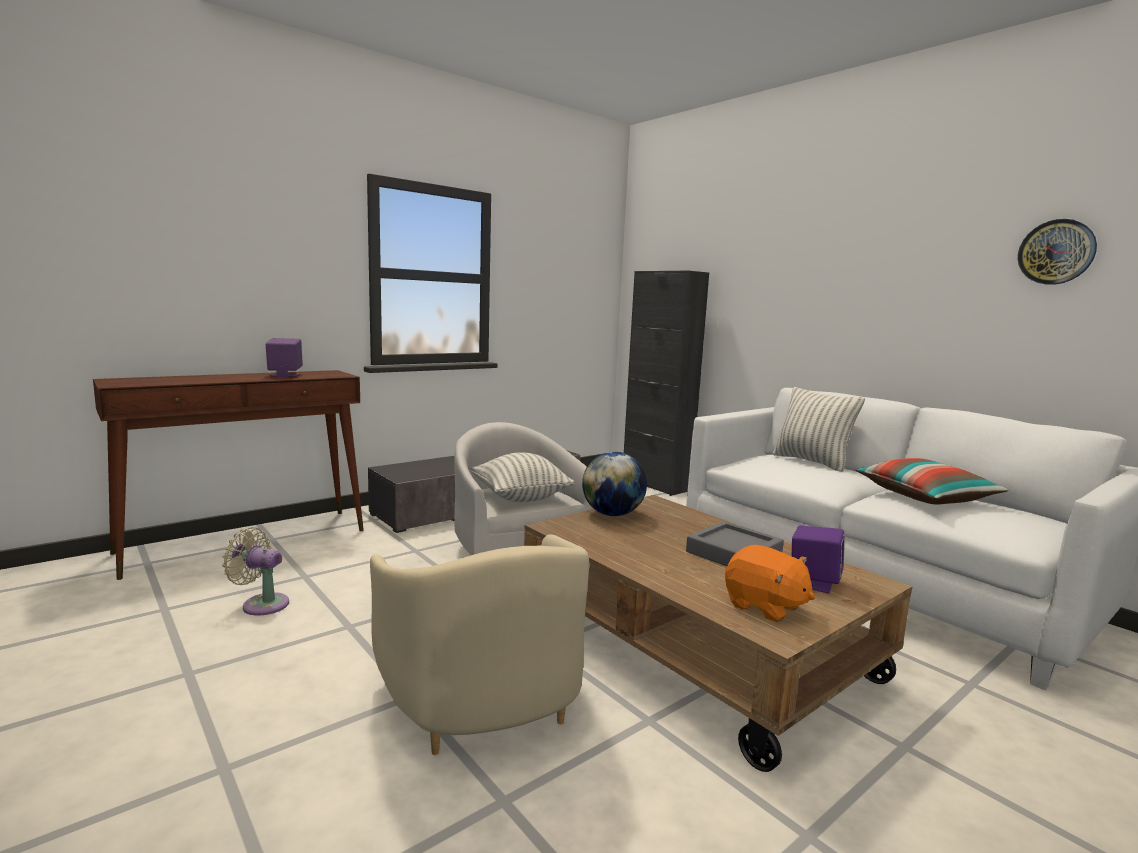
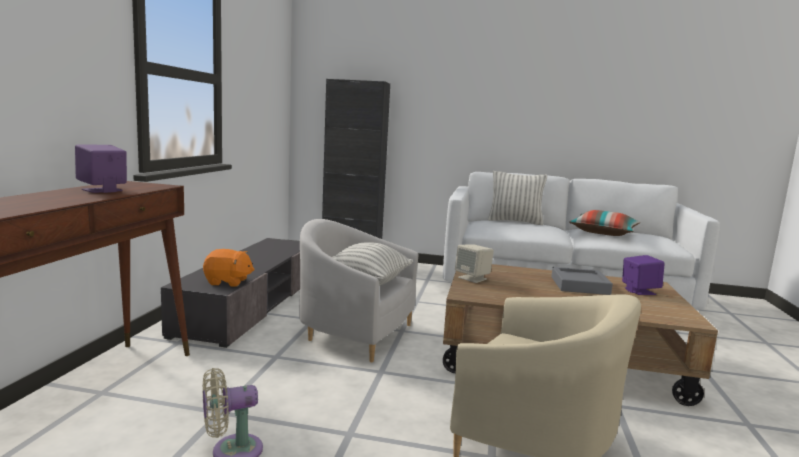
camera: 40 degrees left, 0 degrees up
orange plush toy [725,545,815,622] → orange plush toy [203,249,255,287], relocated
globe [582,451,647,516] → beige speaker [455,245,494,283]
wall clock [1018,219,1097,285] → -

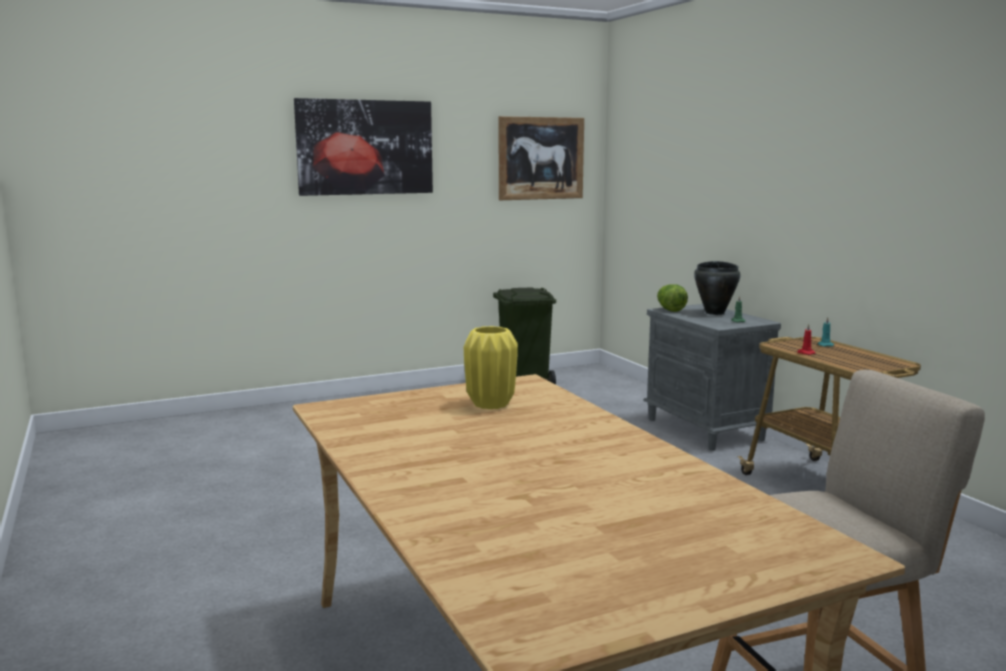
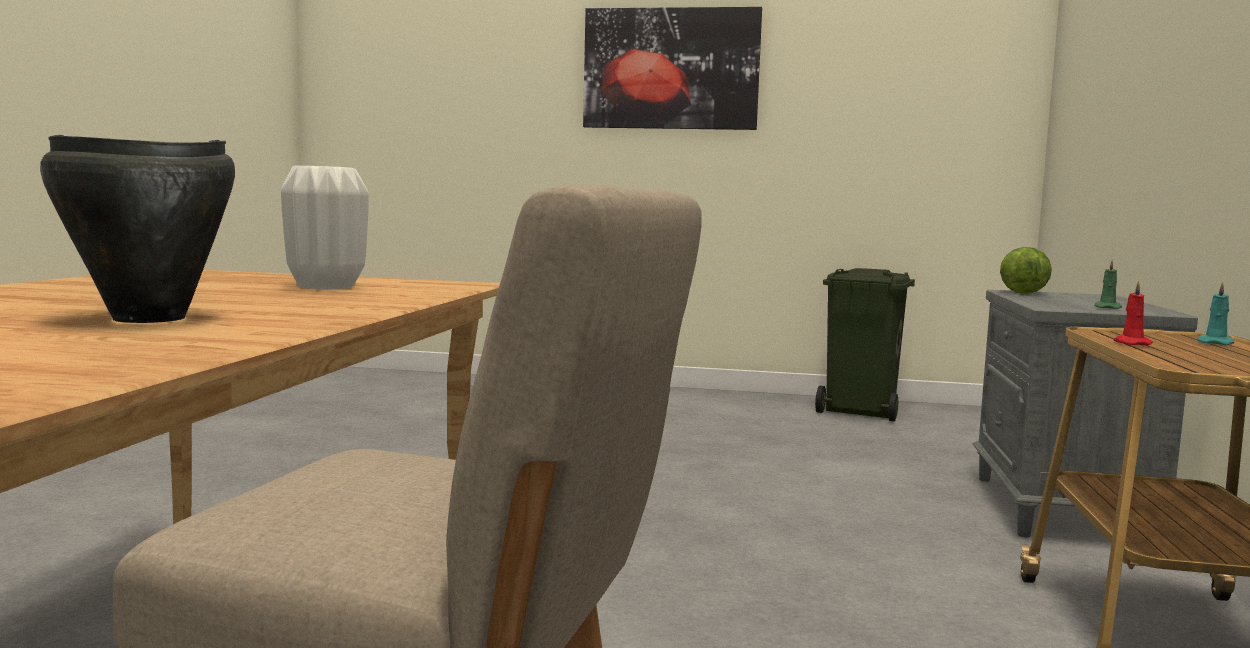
camera: 35 degrees right, 5 degrees down
black cooking pot [694,261,741,315] → black cooking pot [40,135,235,323], relocated
yellow vase [464,326,518,409] → white vase [281,166,369,289]
picture [499,116,584,200] → -

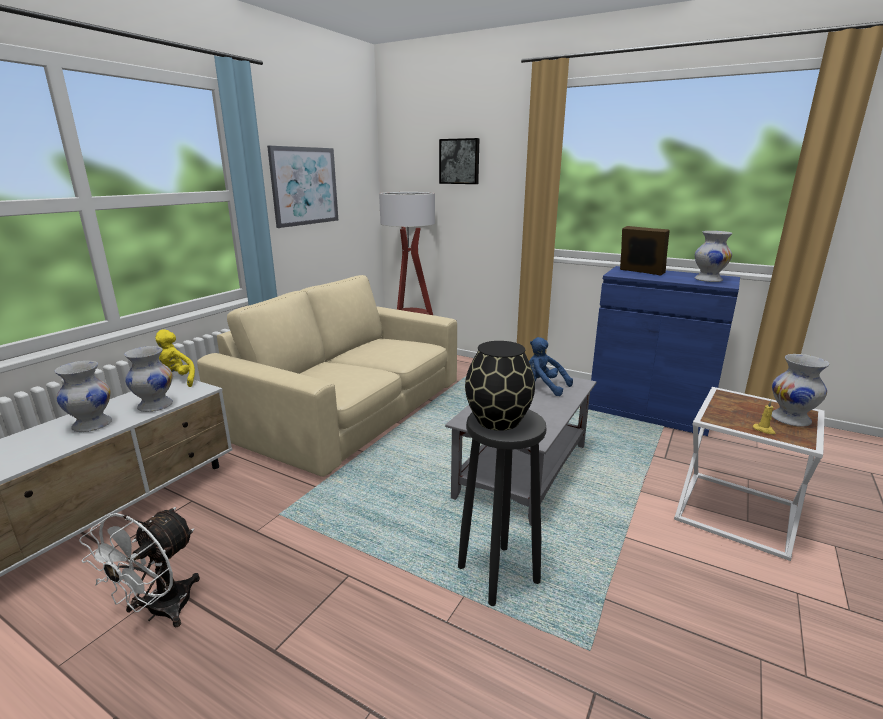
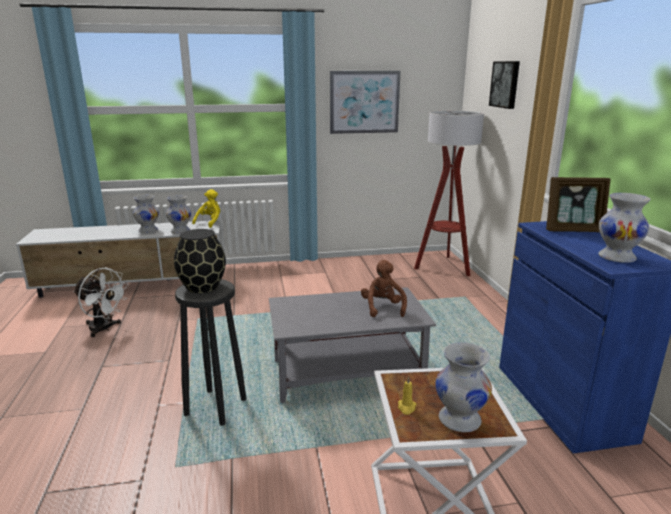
camera: 50 degrees right, 0 degrees up
white fan [79,507,200,628] → white fan [73,268,129,337], 135 degrees counterclockwise
blue plush toy [529,337,573,396] → brown plush toy [361,260,407,317]
picture frame [620,226,670,275] → picture frame [546,177,611,232], 90 degrees clockwise
beige sofa [197,275,457,477] → -

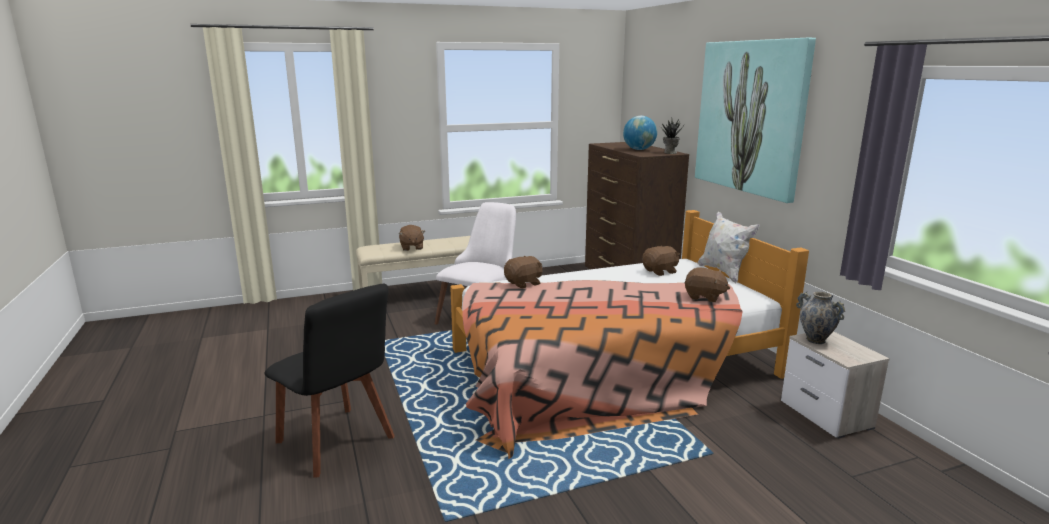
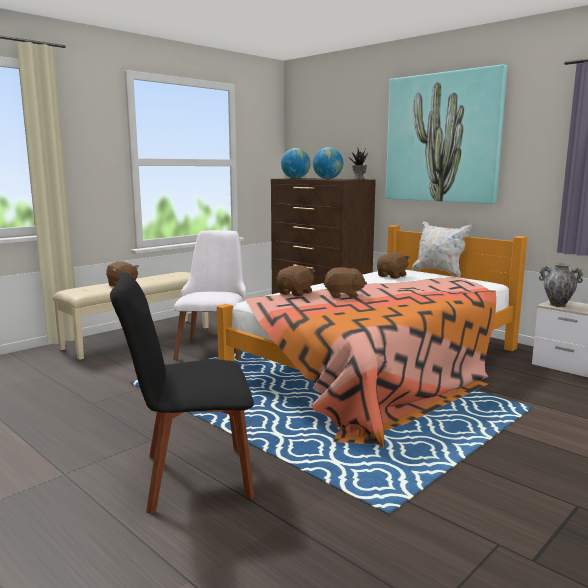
camera: 25 degrees left, 5 degrees down
black chair [265,284,395,478] → black chair [110,272,254,515], 150 degrees clockwise
- → globe [281,148,310,179]
brown plush toy [684,268,730,302] → brown plush toy [324,267,367,298], relocated

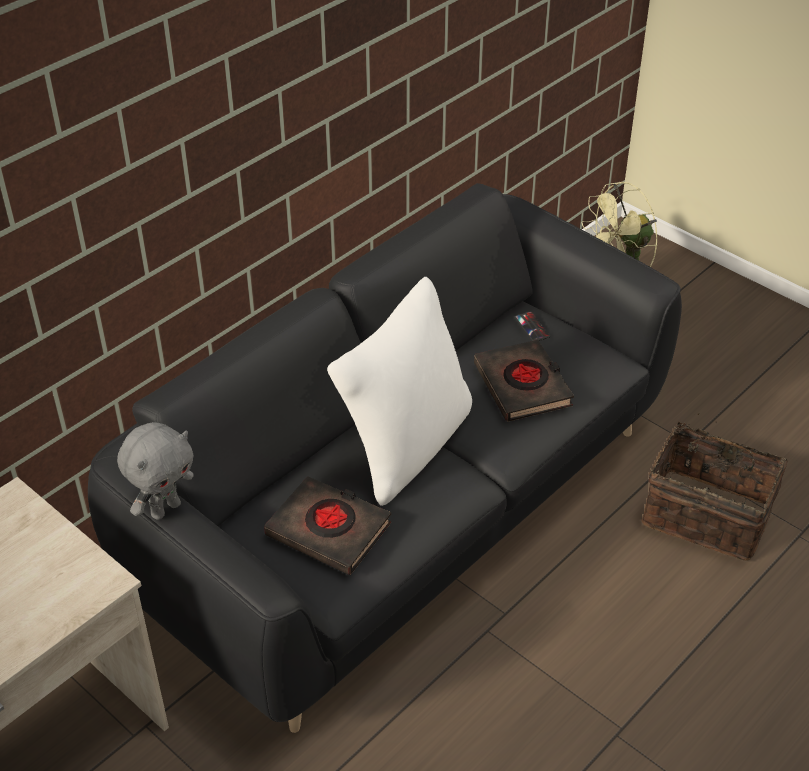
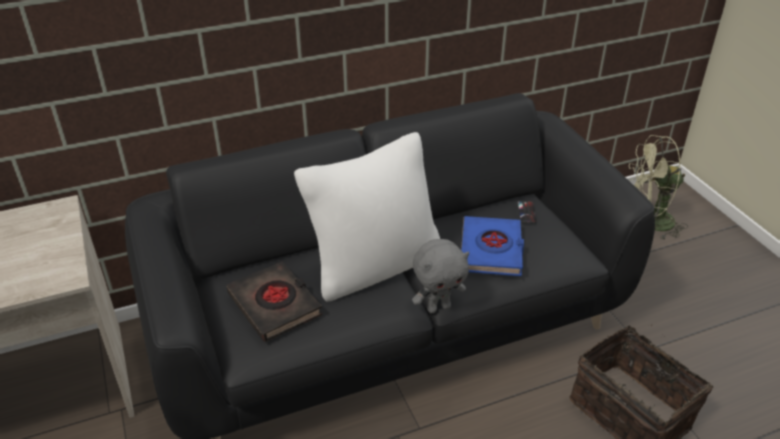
camera: 25 degrees right, 5 degrees down
grey plush toy [117,422,194,520] → grey plush toy [412,239,469,313], relocated
black book [474,340,574,422] → blue book [461,216,524,276]

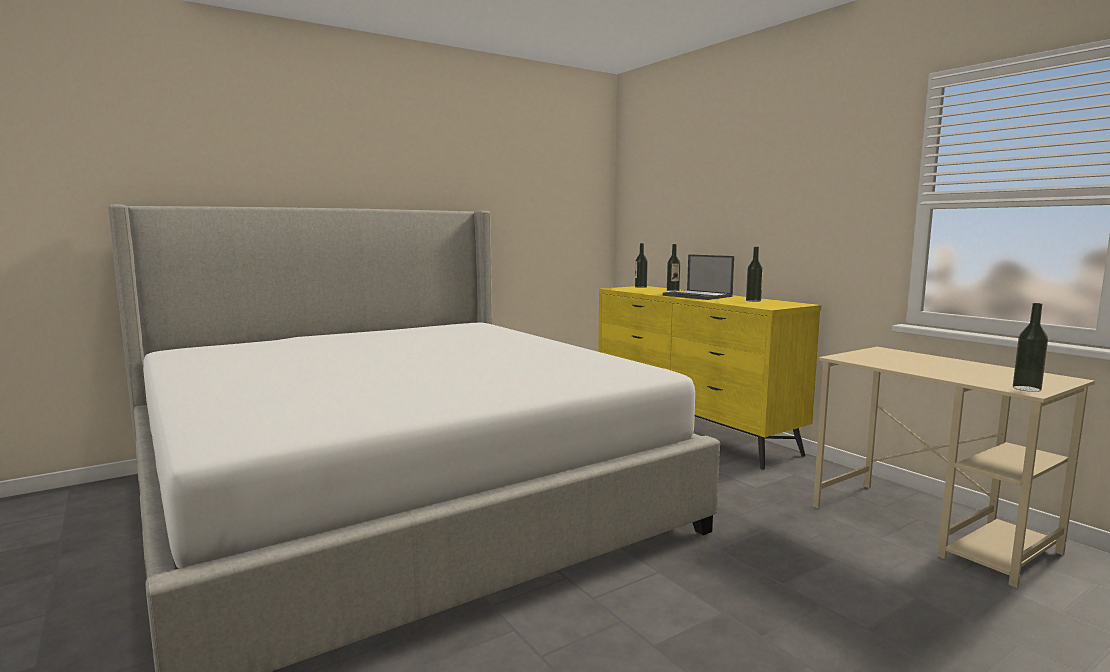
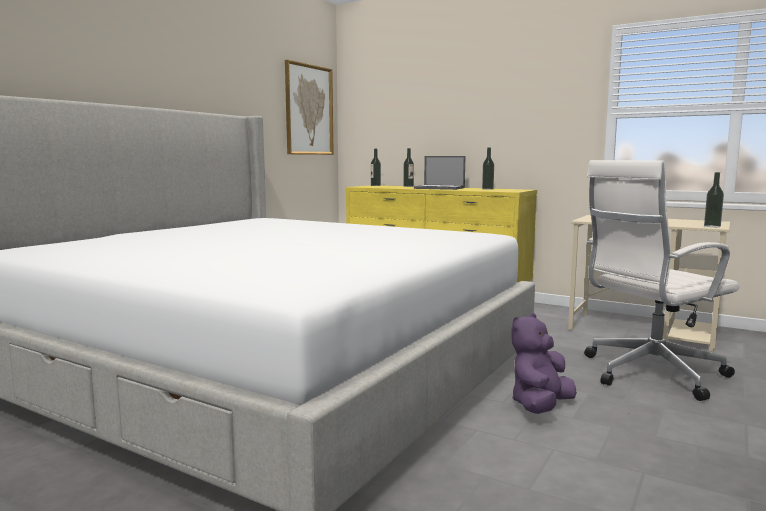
camera: 25 degrees left, 0 degrees up
- → picture [285,60,334,155]
- → purple plush toy [511,313,577,414]
- → white office chair [584,160,739,401]

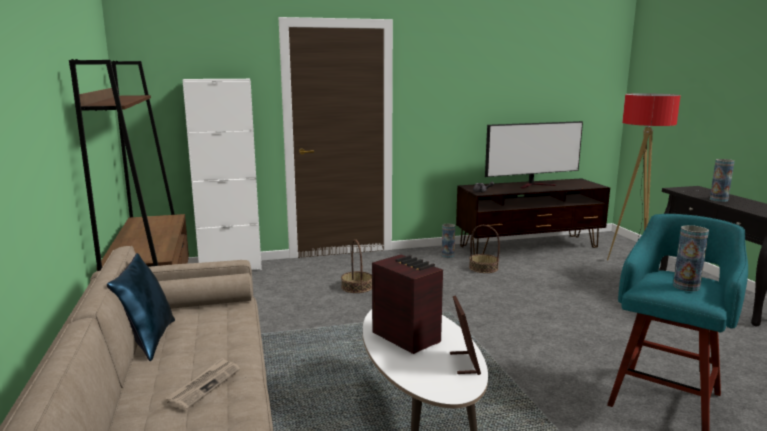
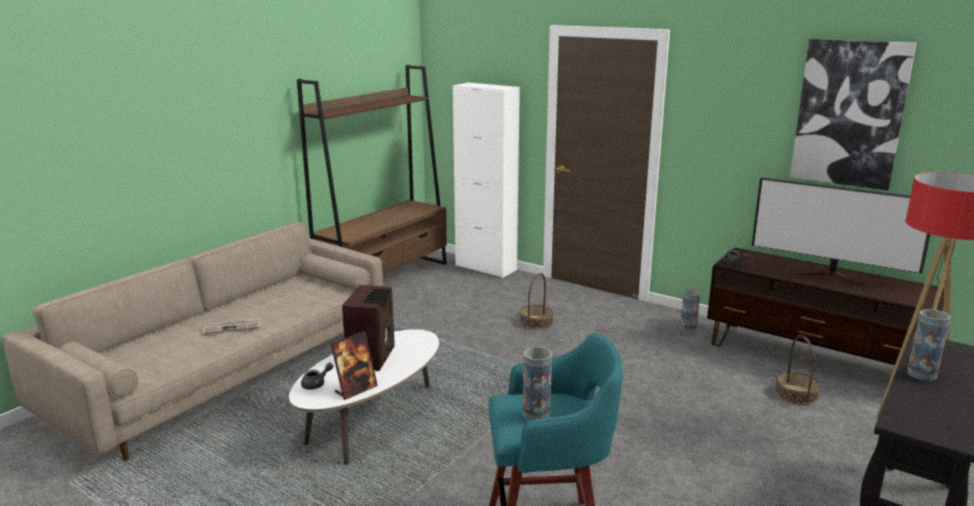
camera: 50 degrees right, 5 degrees up
- → grey teapot [301,362,333,390]
basket [469,225,500,273] → basket [775,335,821,405], relocated
- → picture [790,39,916,191]
blue pillow [107,253,175,361] → -

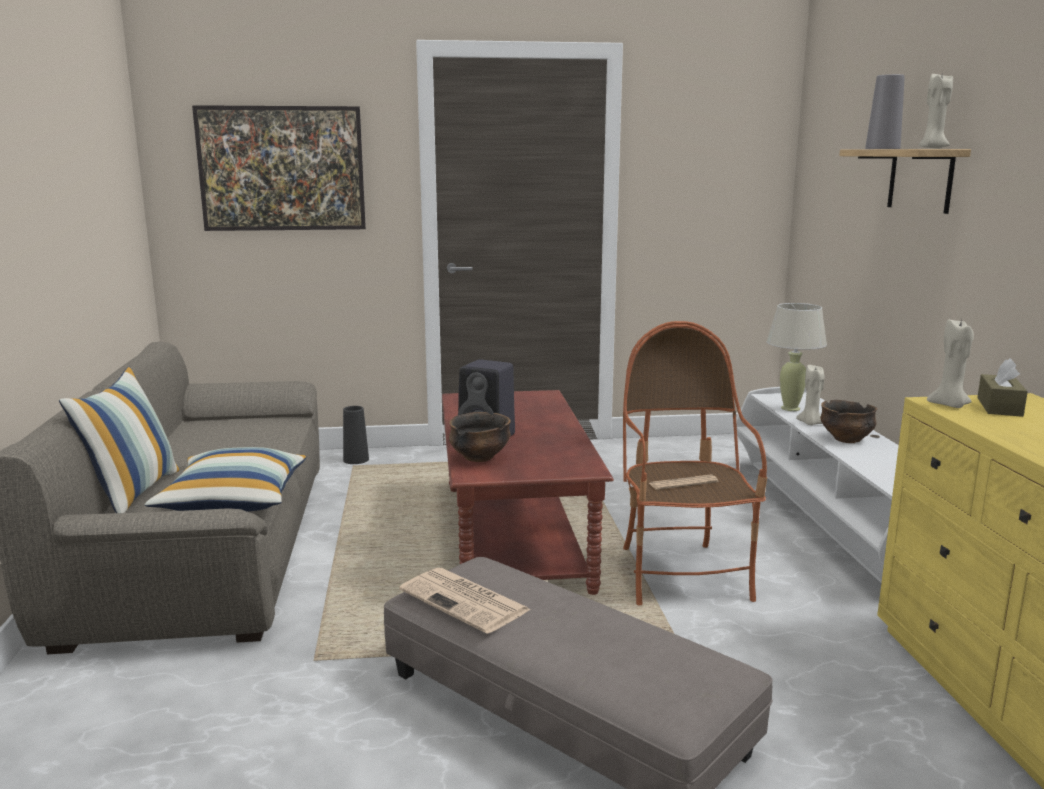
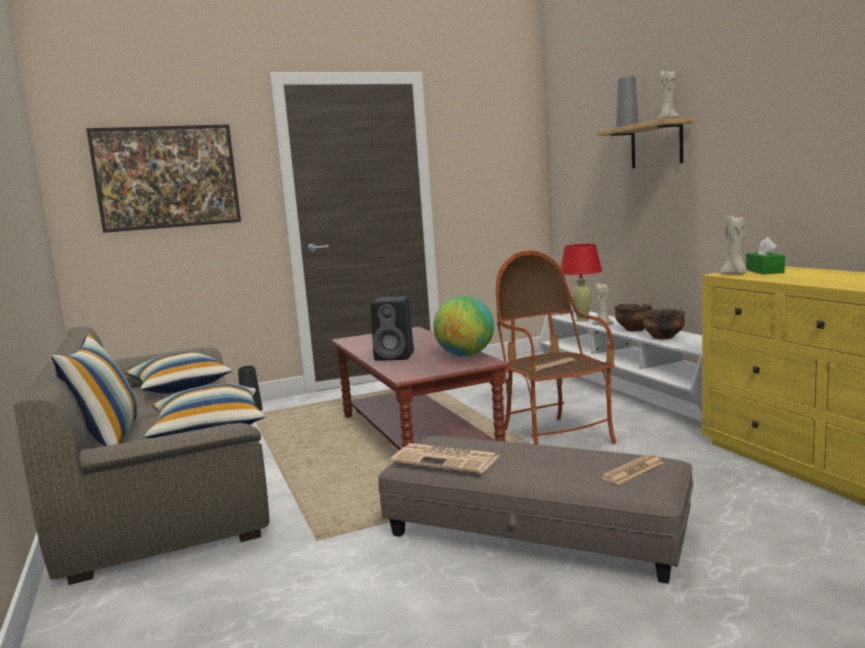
camera: 15 degrees left, 5 degrees down
- → pillow [125,351,232,393]
- → globe [433,296,494,356]
beige table lamp [766,303,827,411] → red table lamp [561,244,602,321]
- → newspaper [601,454,663,485]
bowl [449,412,511,462] → bowl [643,309,685,339], relocated
brown tissue box [977,358,1028,417] → green tissue box [746,237,785,274]

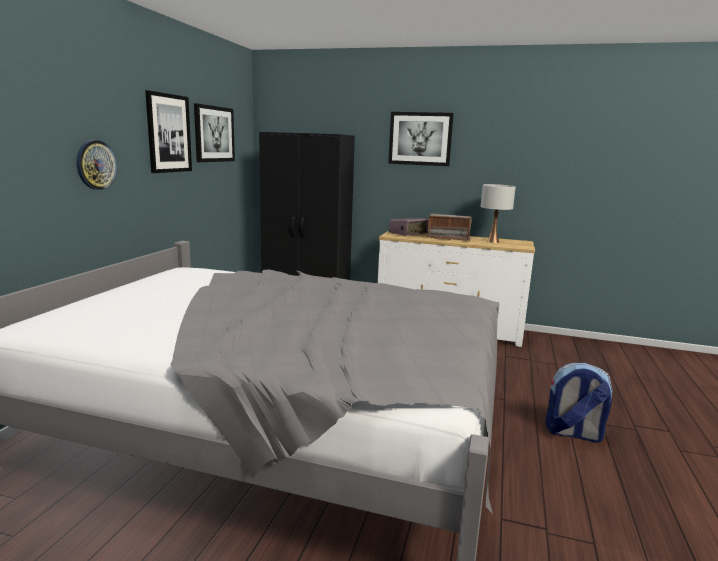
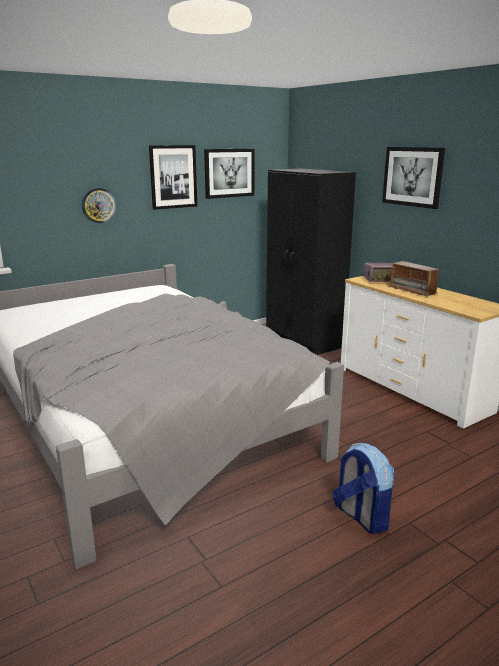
camera: 40 degrees right, 5 degrees up
white table lamp [481,184,516,243] → -

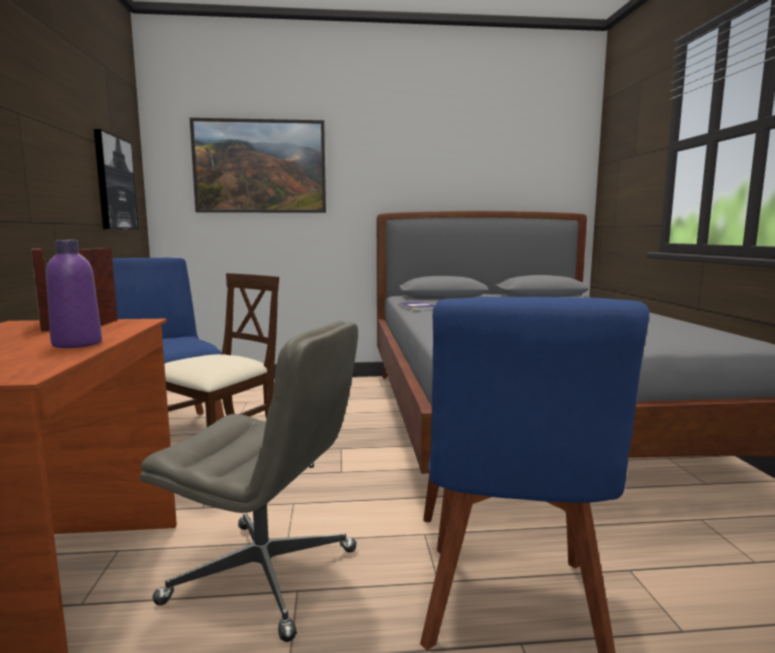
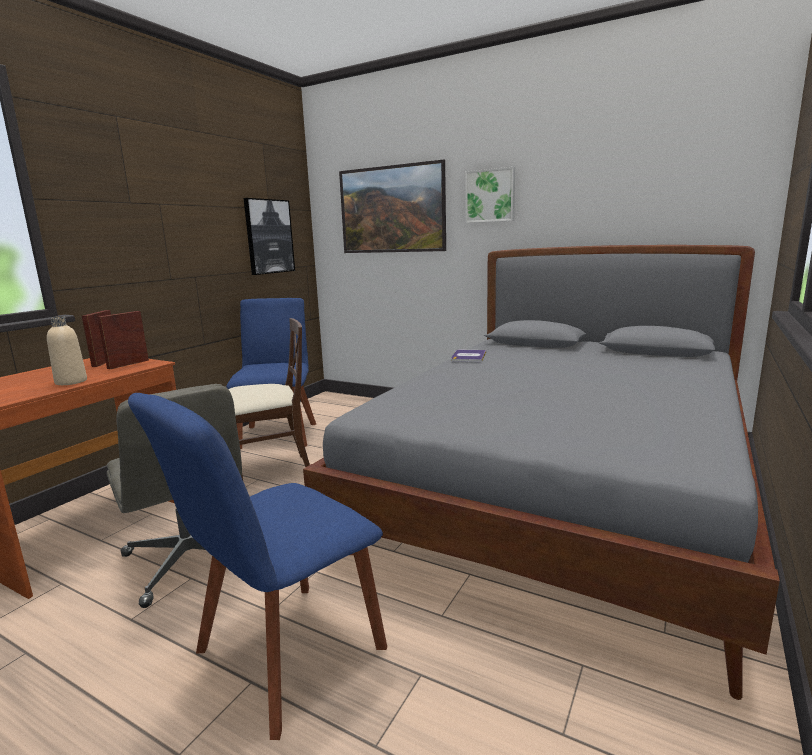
camera: 35 degrees right, 5 degrees up
purple bottle [46,240,102,348] → beige bottle [47,316,87,385]
- → picture [465,167,515,223]

